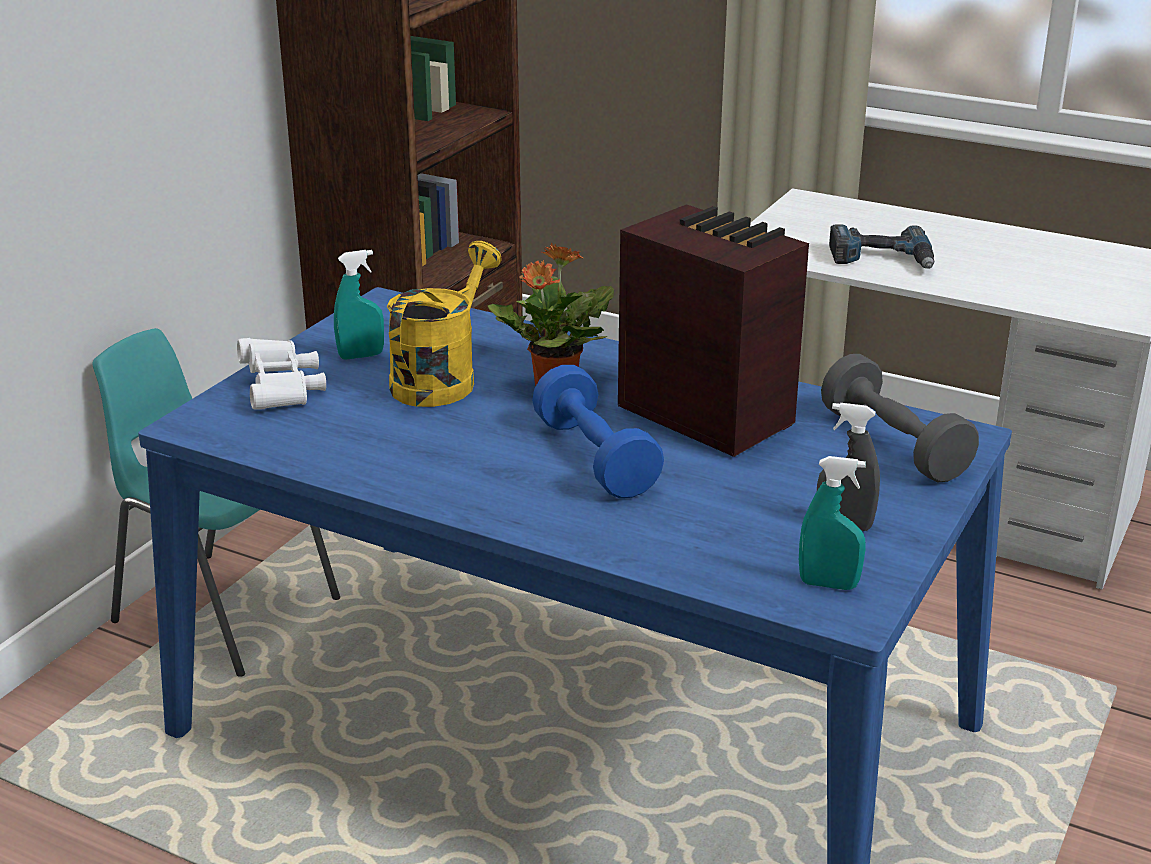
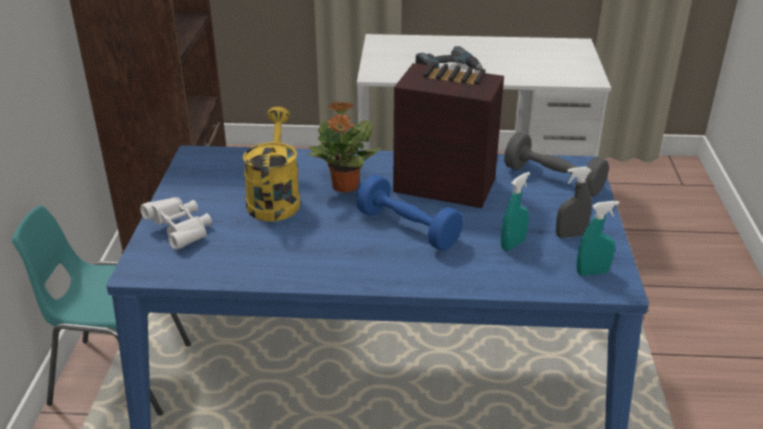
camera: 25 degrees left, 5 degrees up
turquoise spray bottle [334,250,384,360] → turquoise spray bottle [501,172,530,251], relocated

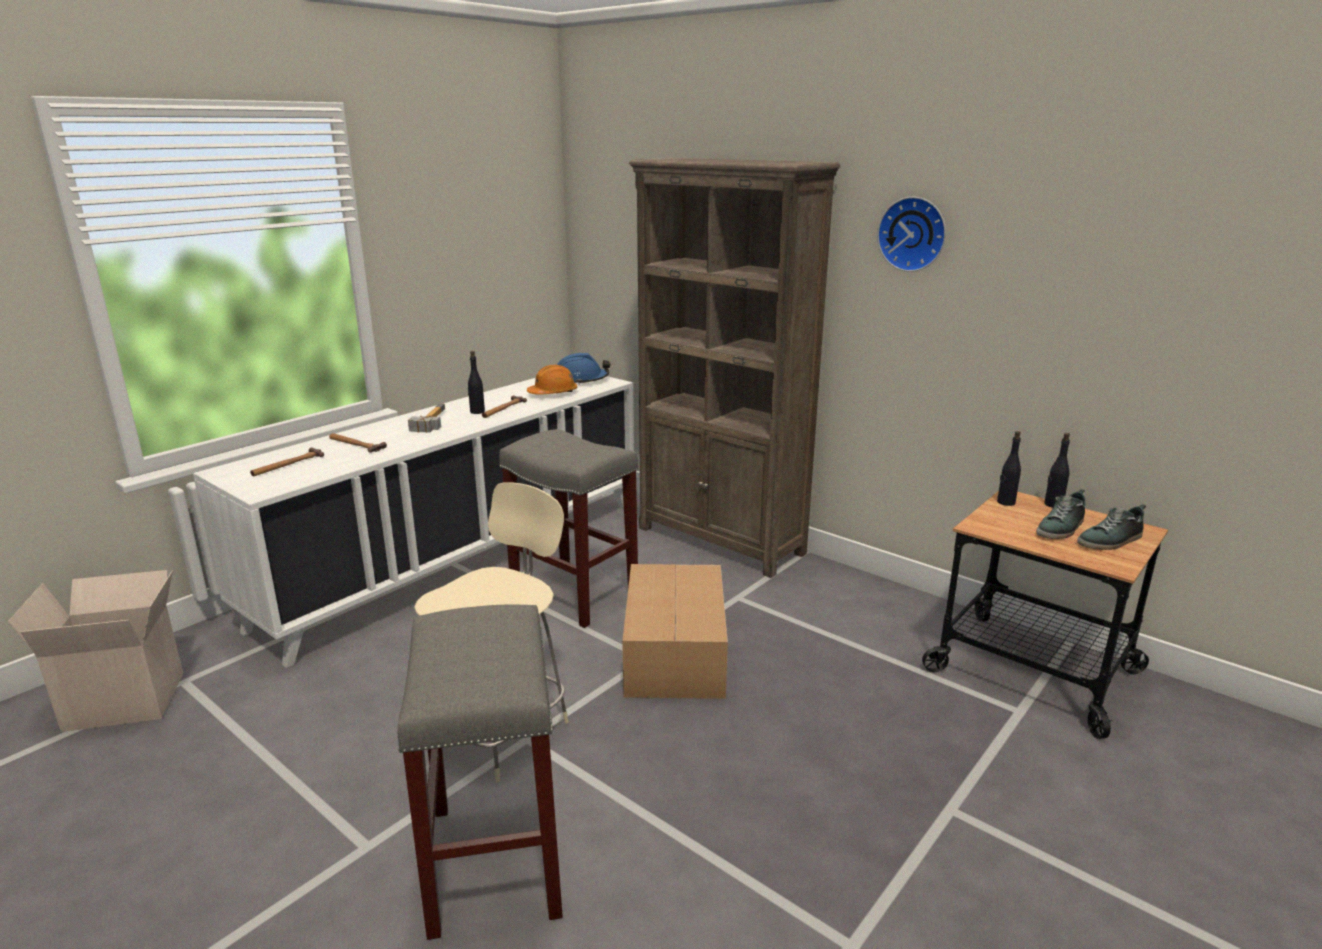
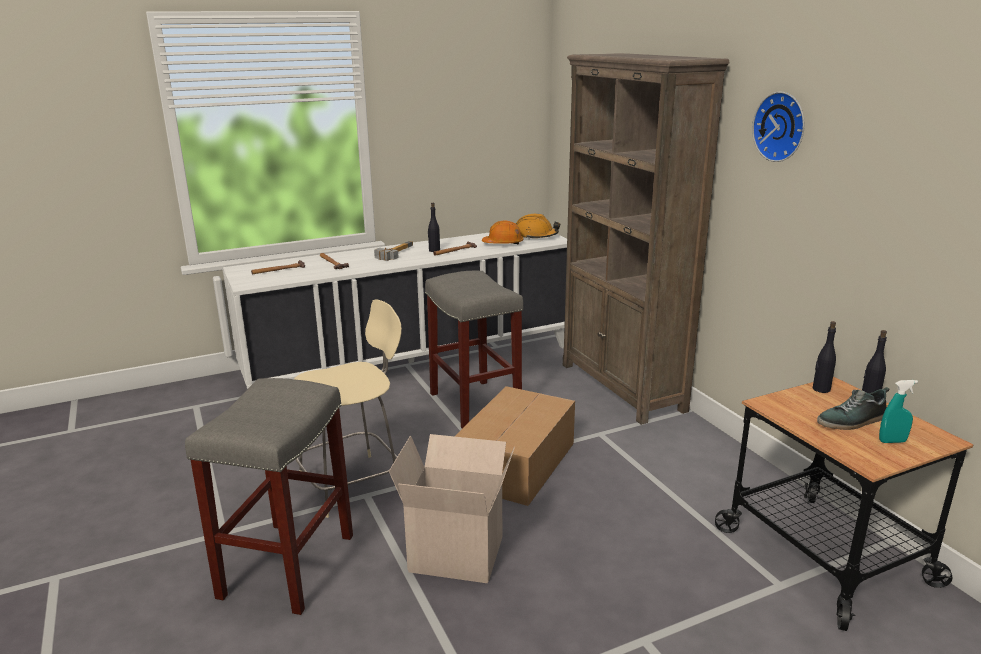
camera: 25 degrees right, 0 degrees up
cardboard box [8,570,183,732] → cardboard box [389,434,515,583], relocated
blue hard hat [557,353,610,385] → orange hard hat [516,214,560,239]
shoe [1077,504,1146,550] → turquoise spray bottle [879,380,918,443]

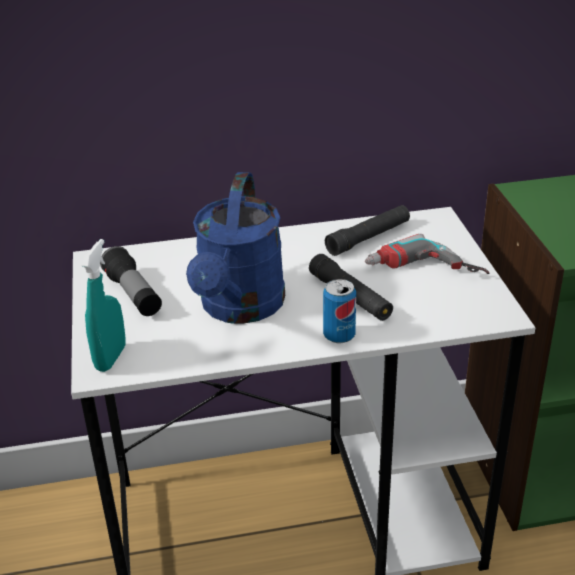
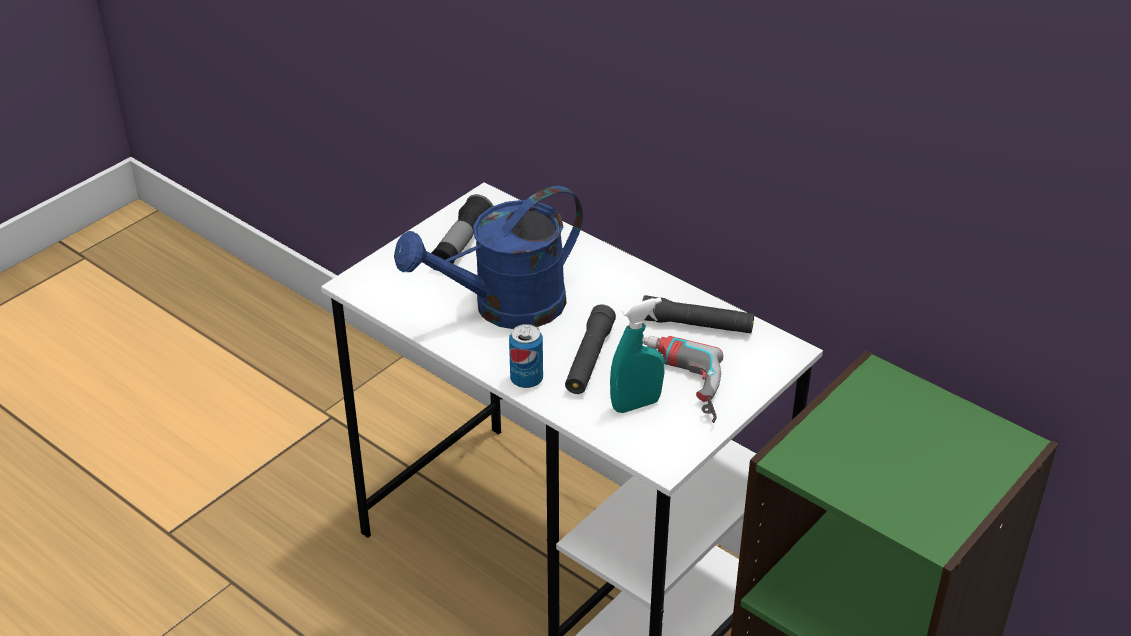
camera: 50 degrees right, 5 degrees up
turquoise spray bottle [81,239,125,372] → turquoise spray bottle [610,297,665,413], relocated

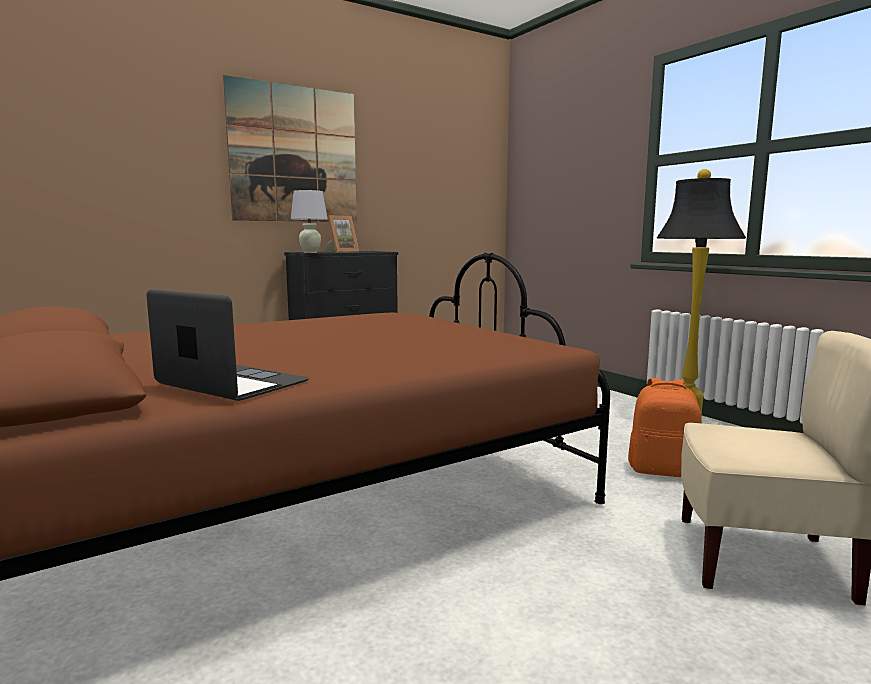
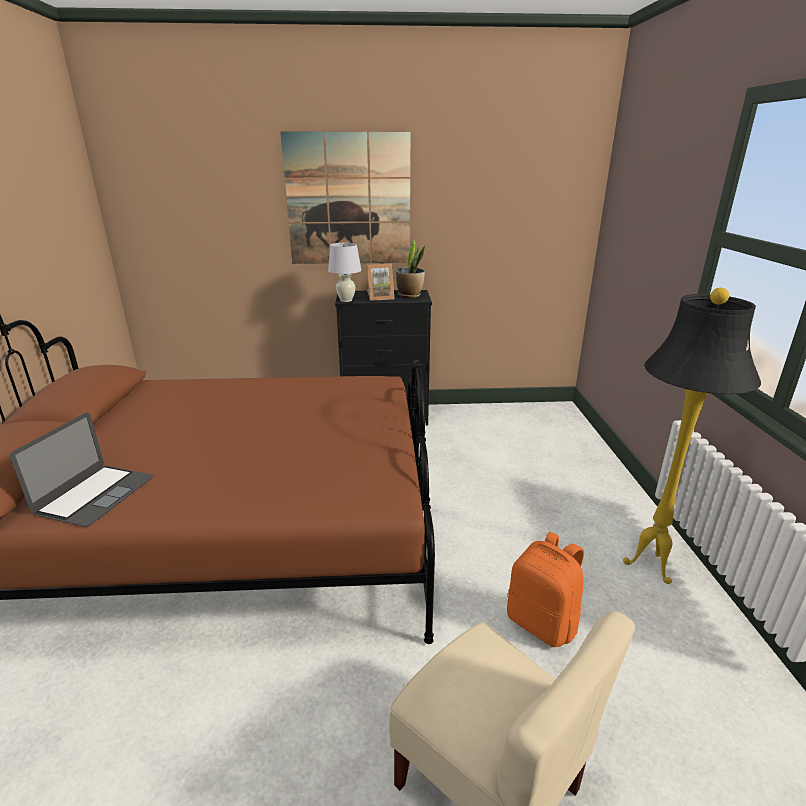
camera: 30 degrees right, 15 degrees up
laptop [146,289,309,401] → laptop [10,412,153,527], 45 degrees clockwise
- → potted plant [396,240,425,298]

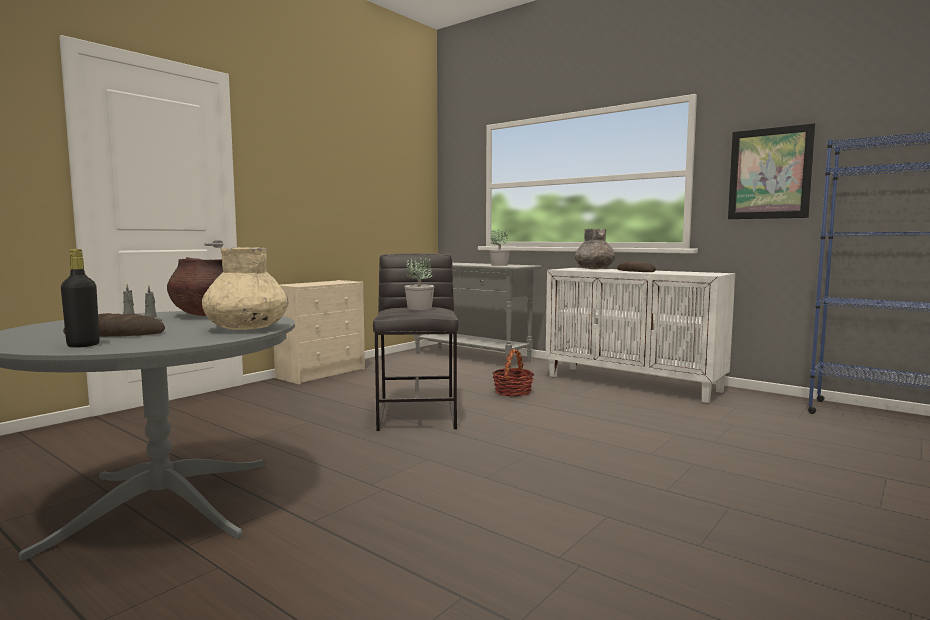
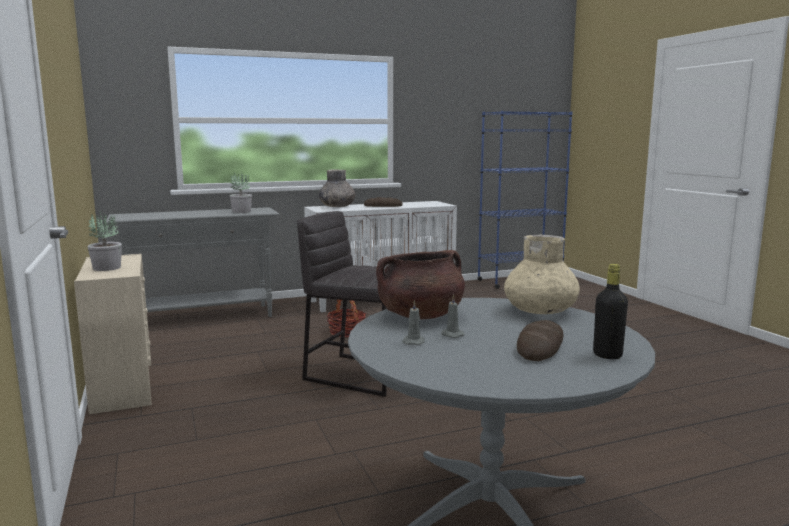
camera: 60 degrees left, 5 degrees up
potted plant [405,255,434,310] → potted plant [87,211,122,271], relocated
picture [728,123,815,219] → -

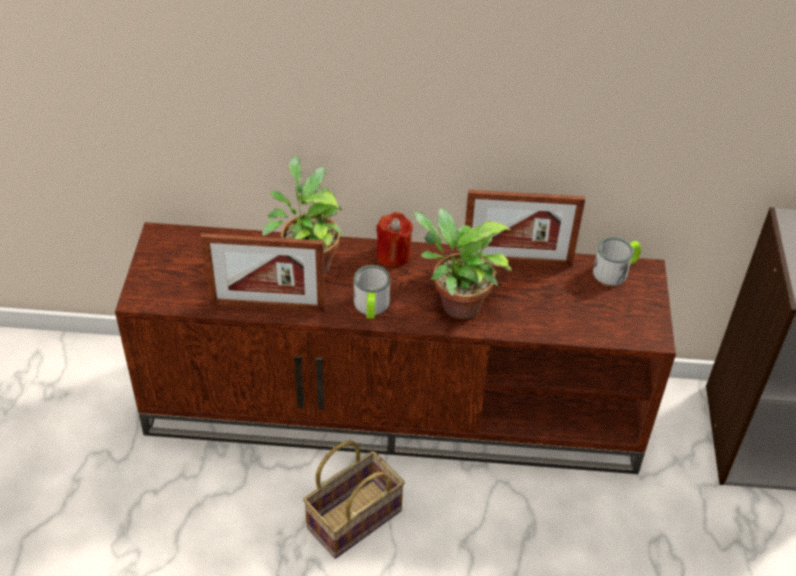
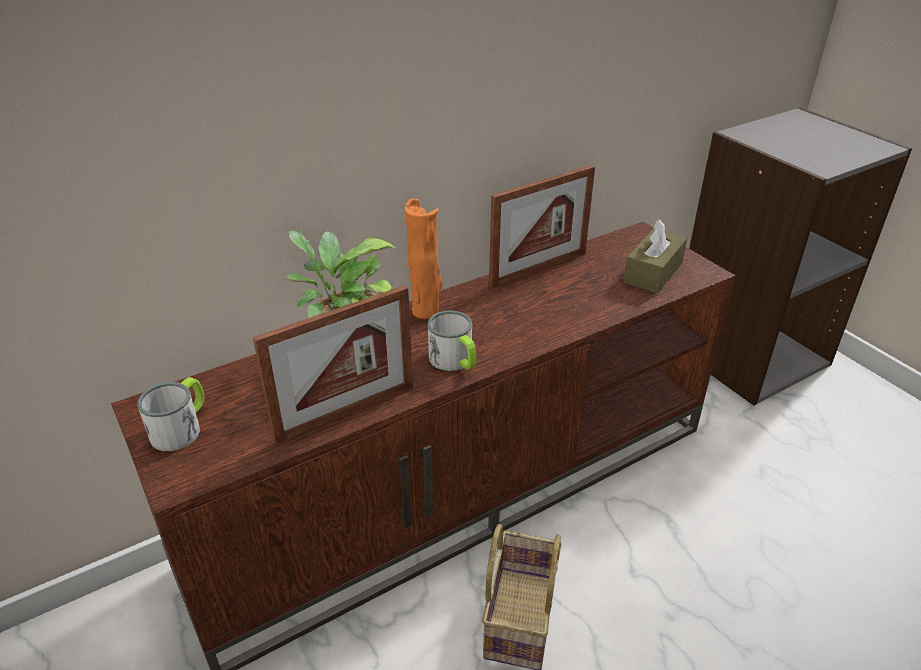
camera: 35 degrees left, 10 degrees down
mug [593,237,641,286] → mug [138,377,204,451], relocated
red candle [376,212,413,267] → orange vase [405,199,443,319]
- → brown tissue box [623,219,687,293]
potted plant [413,208,512,319] → -

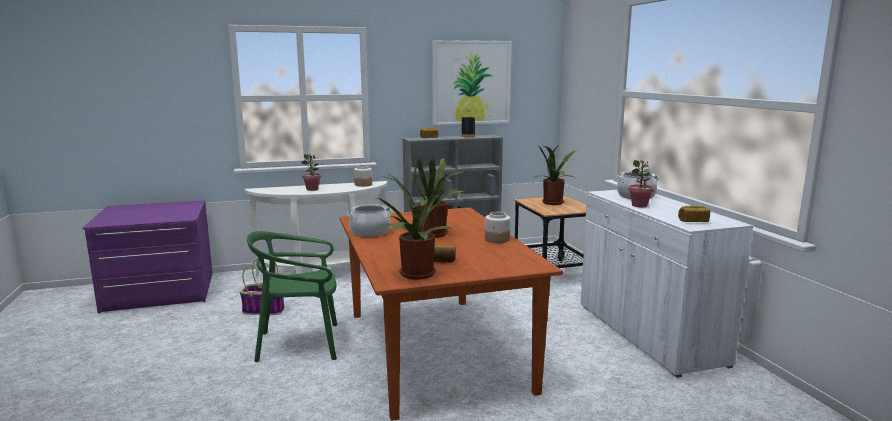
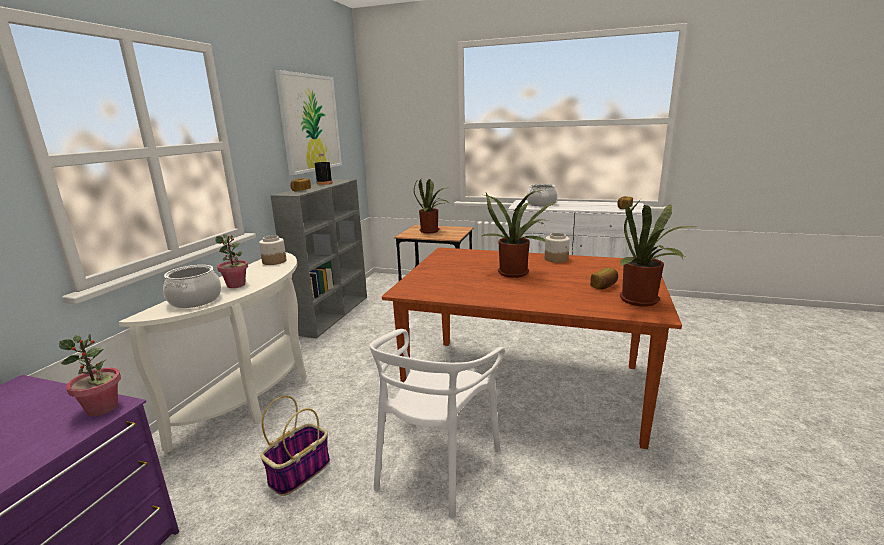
camera: 55 degrees left, 5 degrees up
potted plant [628,160,654,207] → potted plant [59,334,121,416], relocated
cooking pot [347,204,392,237] → cooking pot [163,265,221,308], relocated
green chair [247,231,337,362] → white chair [370,329,505,518]

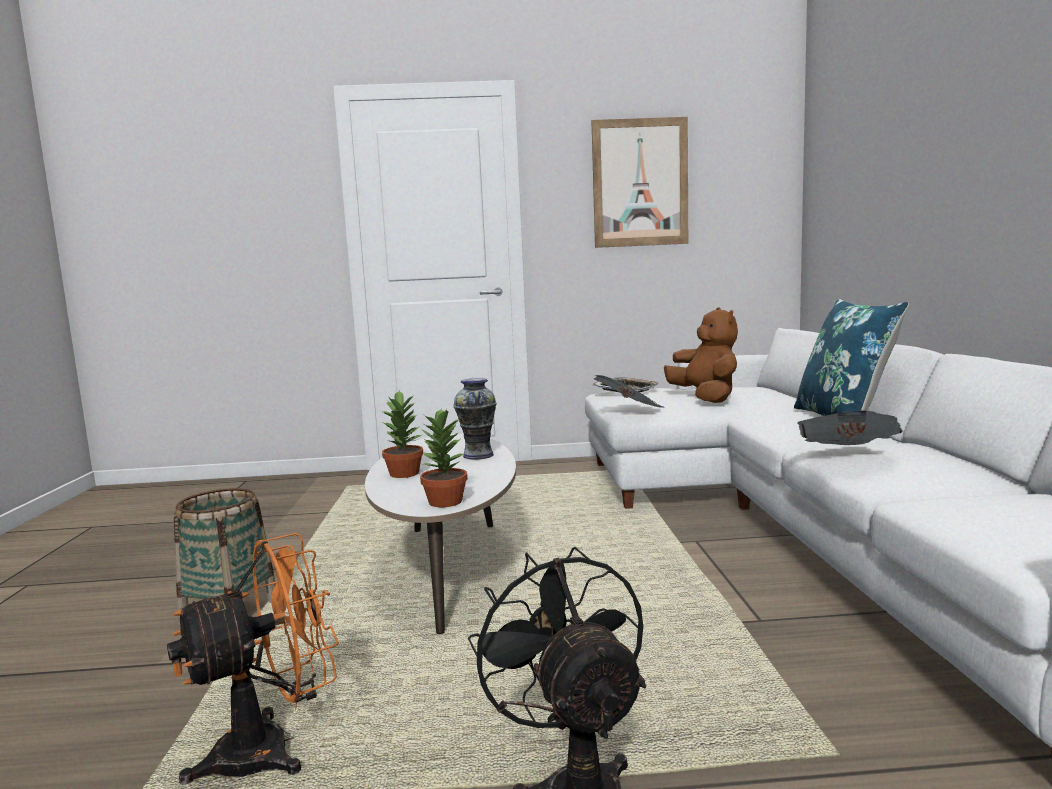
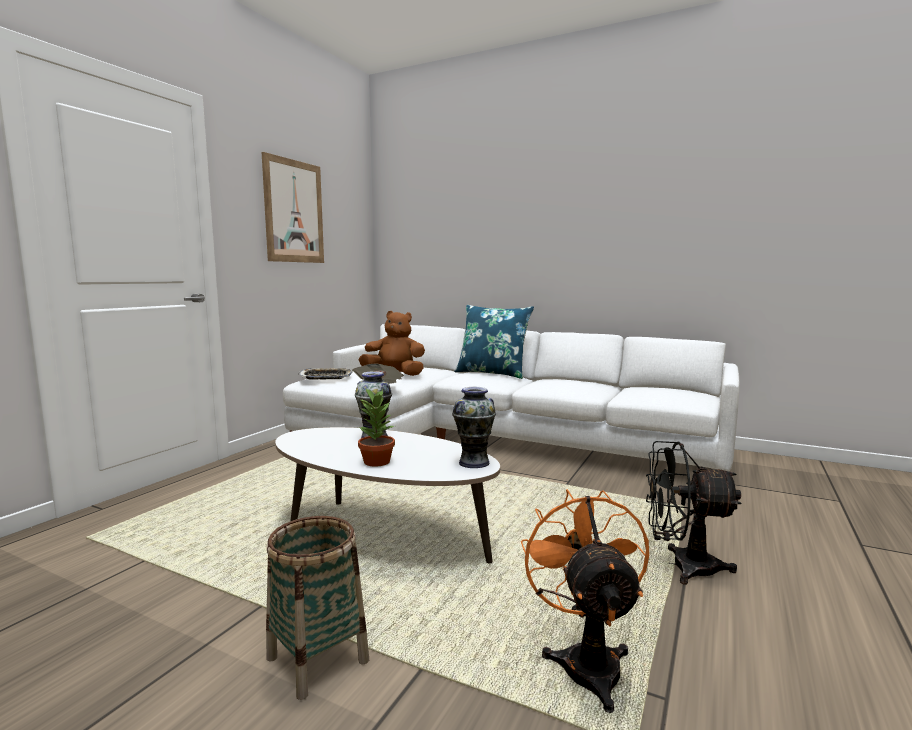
camera: 60 degrees left, 0 degrees up
potted plant [420,408,468,507] → vase [452,387,496,468]
newspaper [797,410,903,445] → -

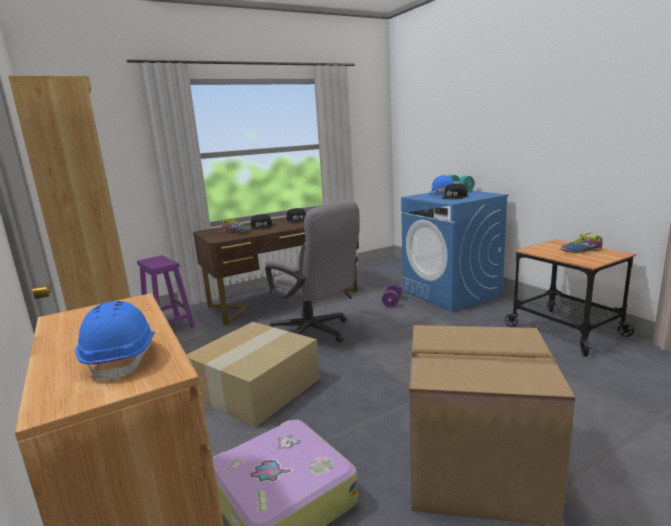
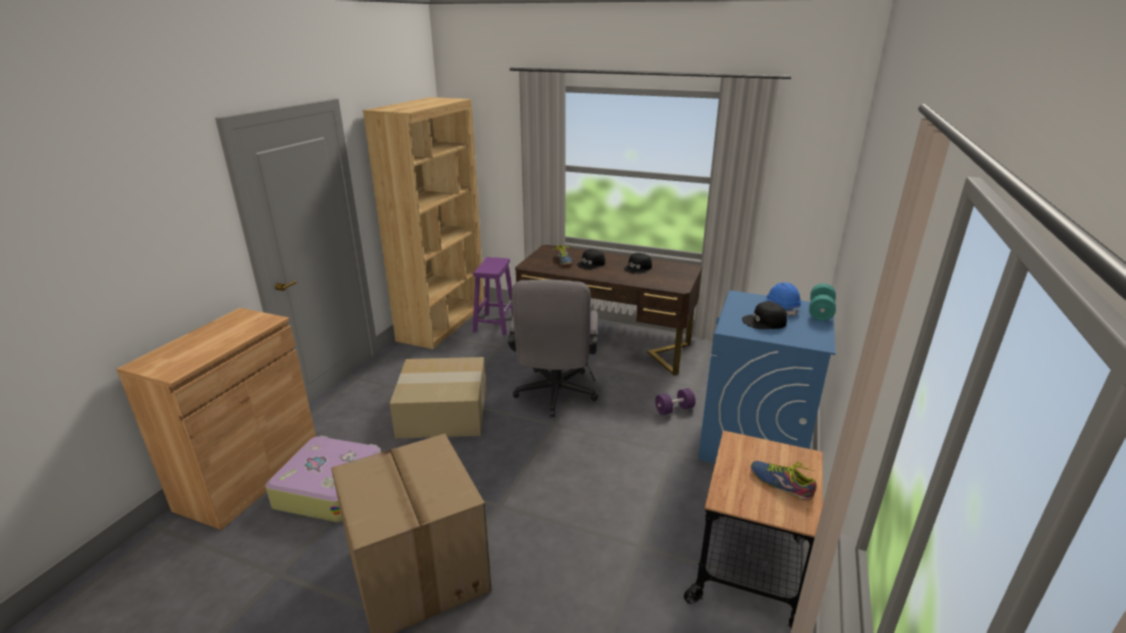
camera: 50 degrees right, 10 degrees up
blue hard hat [75,301,155,382] → -

